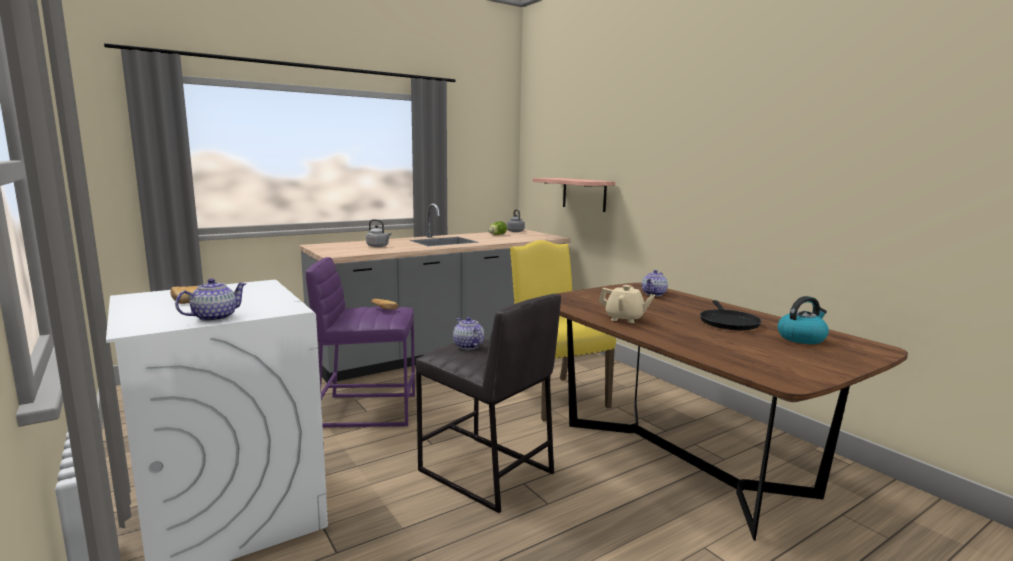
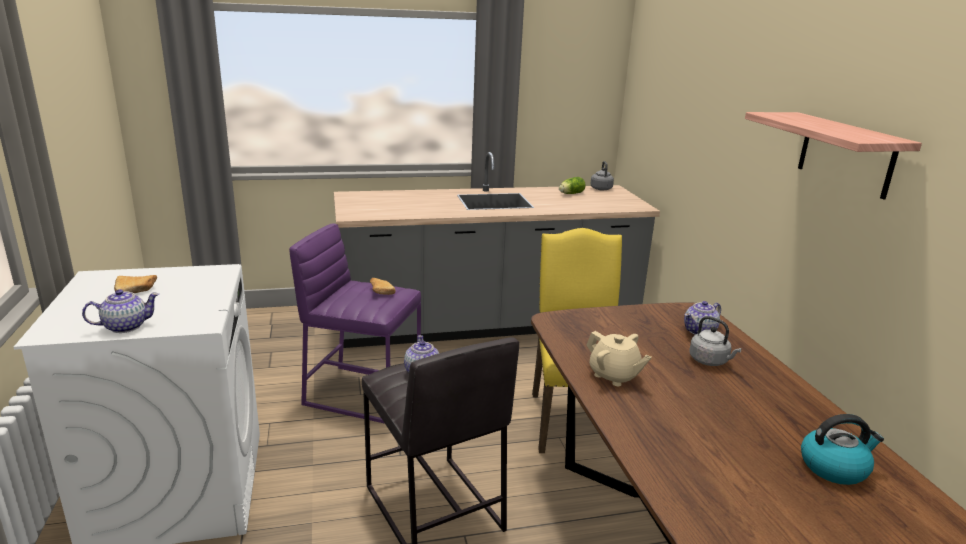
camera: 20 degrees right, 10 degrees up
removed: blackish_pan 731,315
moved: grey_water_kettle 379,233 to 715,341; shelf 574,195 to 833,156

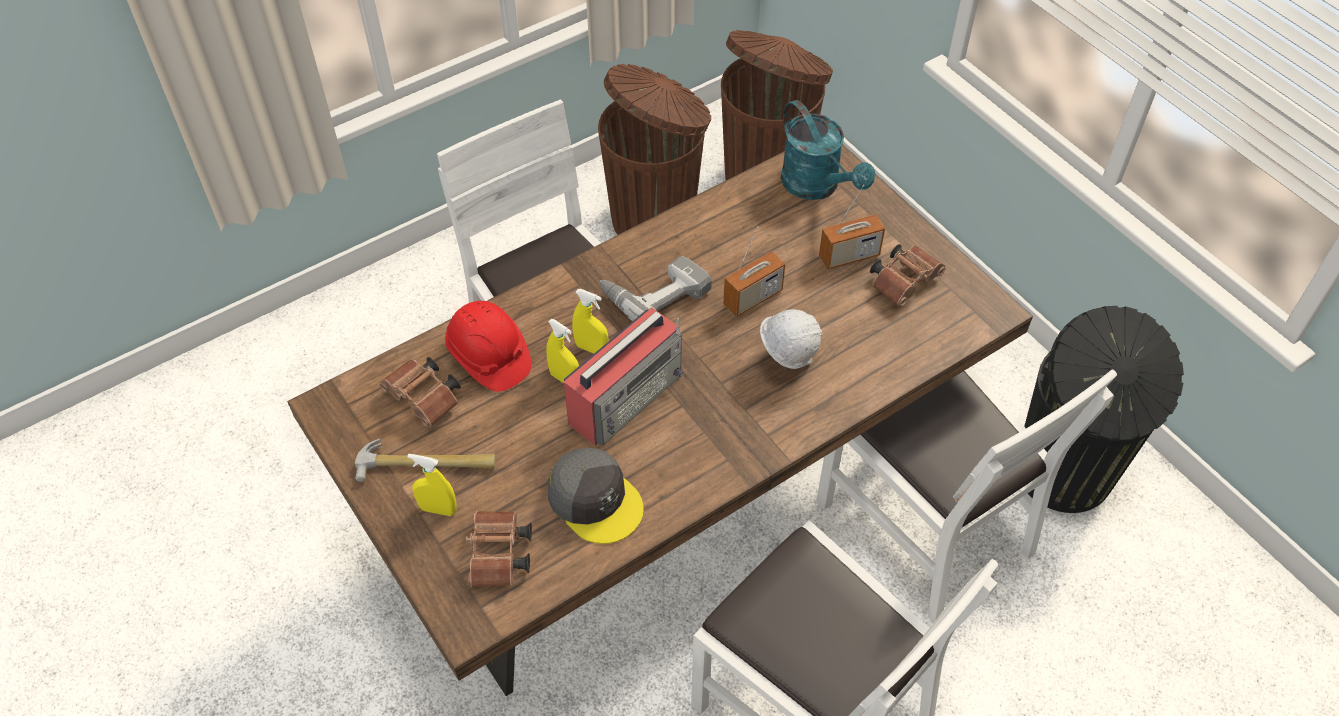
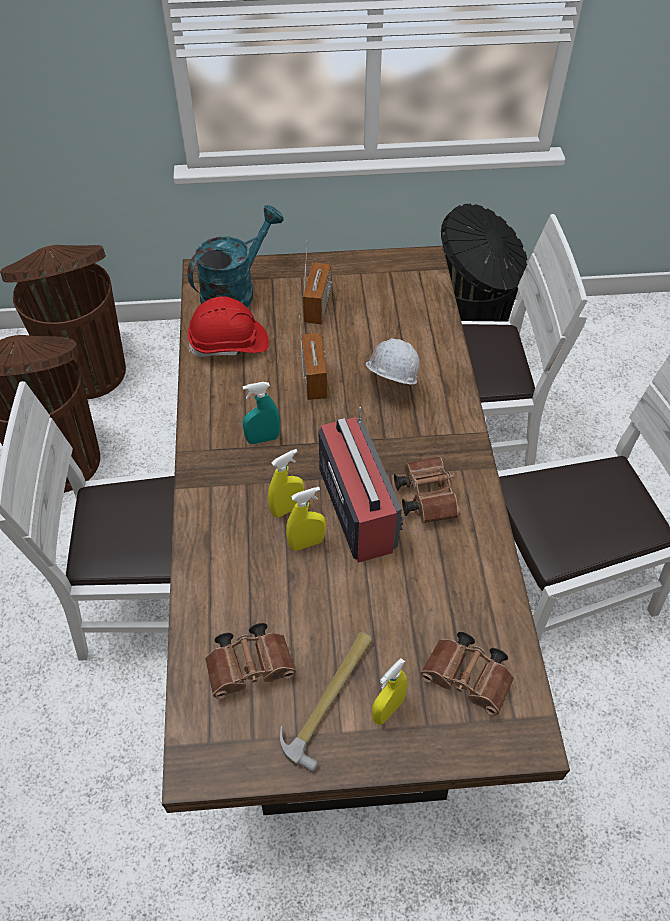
camera: 60 degrees left, 0 degrees up
removed: grey_peaked_cap 596,496
moved: reddish_safety_helmet 488,346 to 228,327; brownish_pair_of_binoculars 908,275 to 427,490
replaced: electric_drill 655,288 to blue-green_spray_bottle 261,413
turned: blue-green_watering_can 828,150 = 235,256 45 degrees counterclockwise

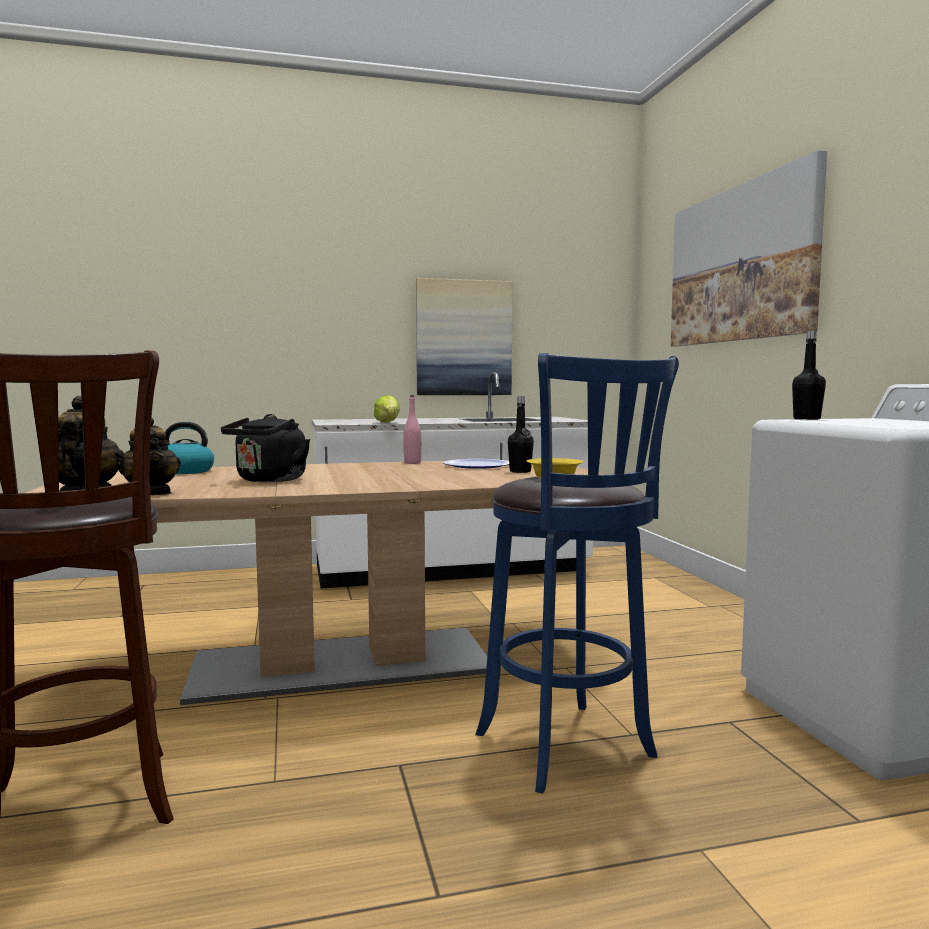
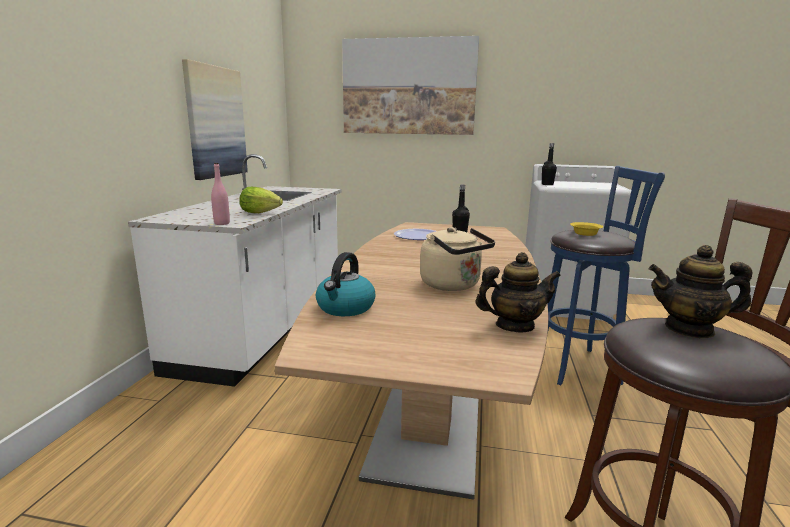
camera: 65 degrees left, 10 degrees up
moved: pink_bottle 412,429 to 220,194
recoloured: blackish_water_kettle 265,448 to beige_water_kettle 457,259

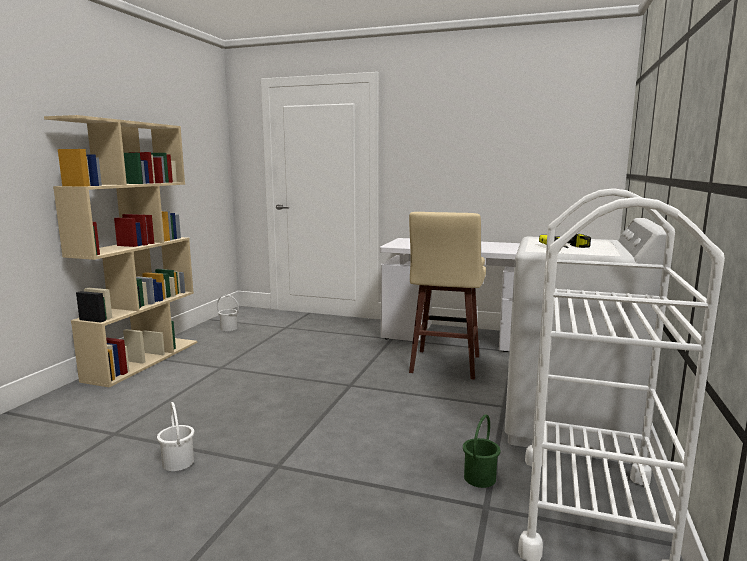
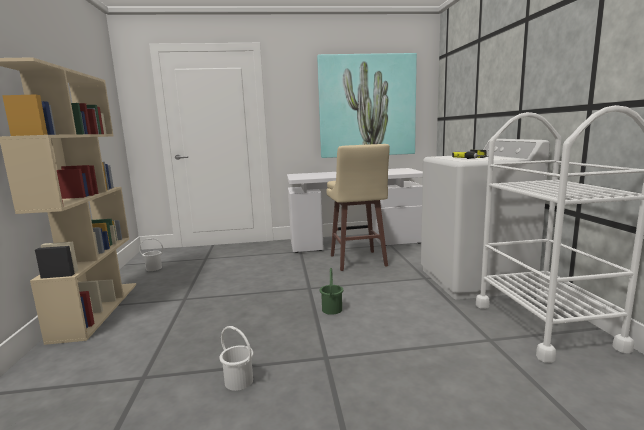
camera: 25 degrees left, 0 degrees up
added: picture 367,105
moved: greenish_bucket 481,451 to 332,291

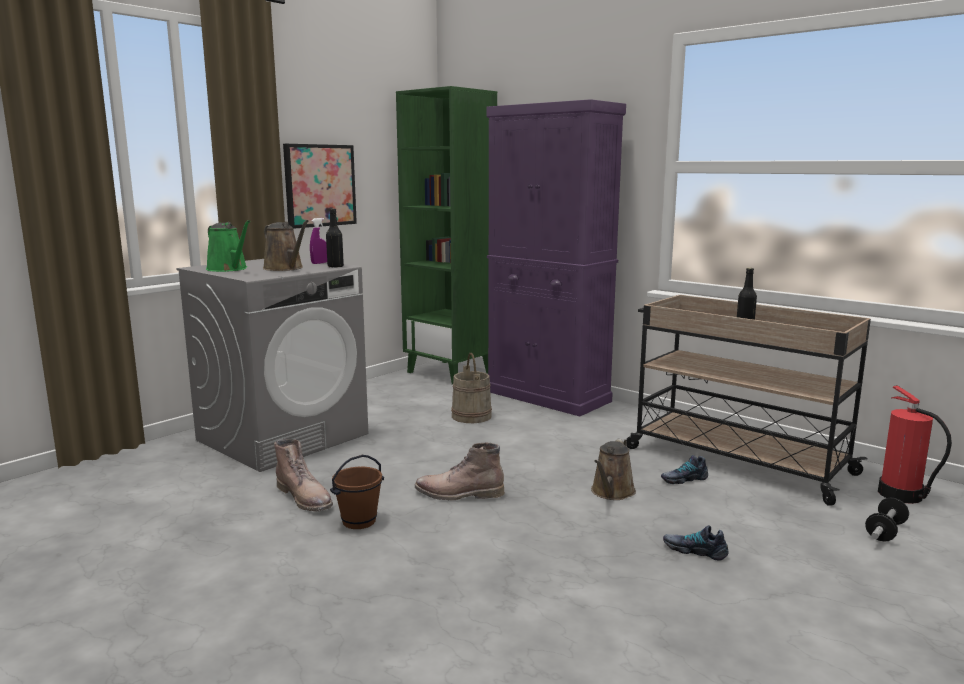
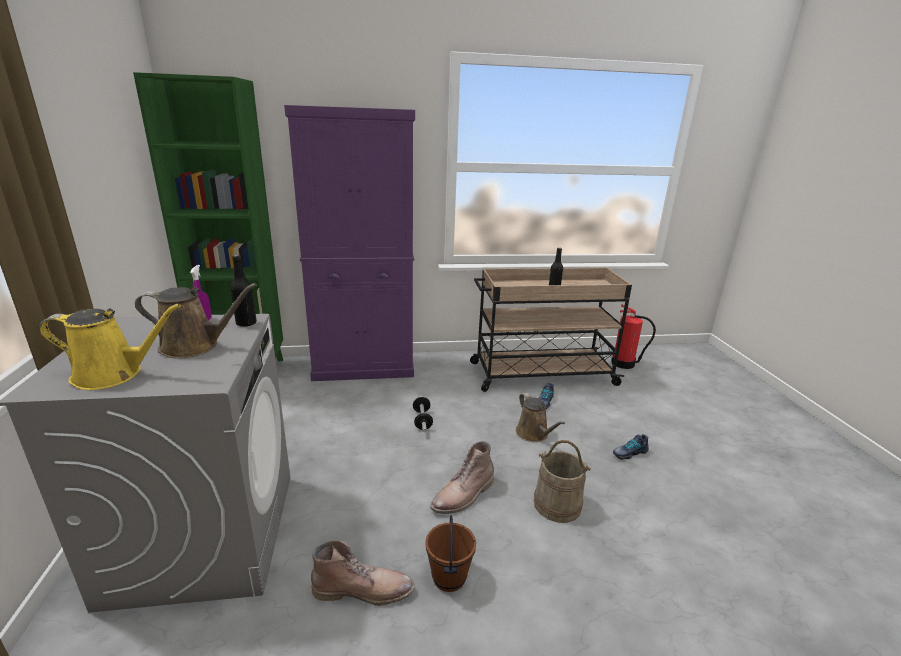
camera: 50 degrees left, 10 degrees up
removed: picture 320,186
moved: dumbbell 887,519 to 423,414; beige_bucket 471,388 to 562,481
recoloured: greenish_watering_can 228,246 to yellowish_watering_can 110,347

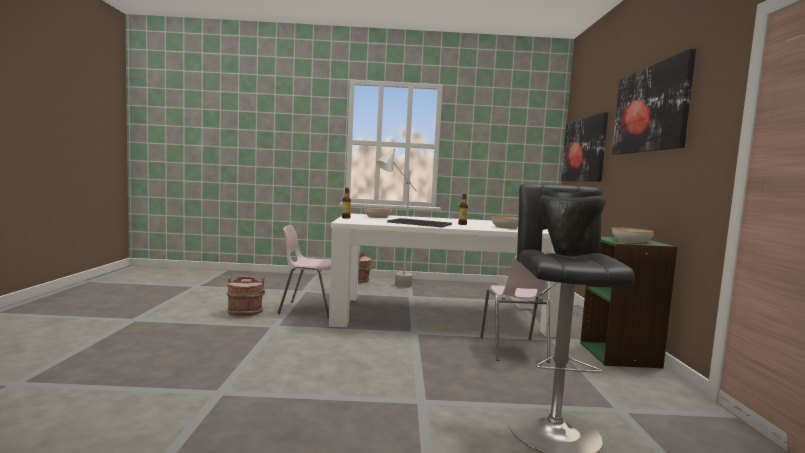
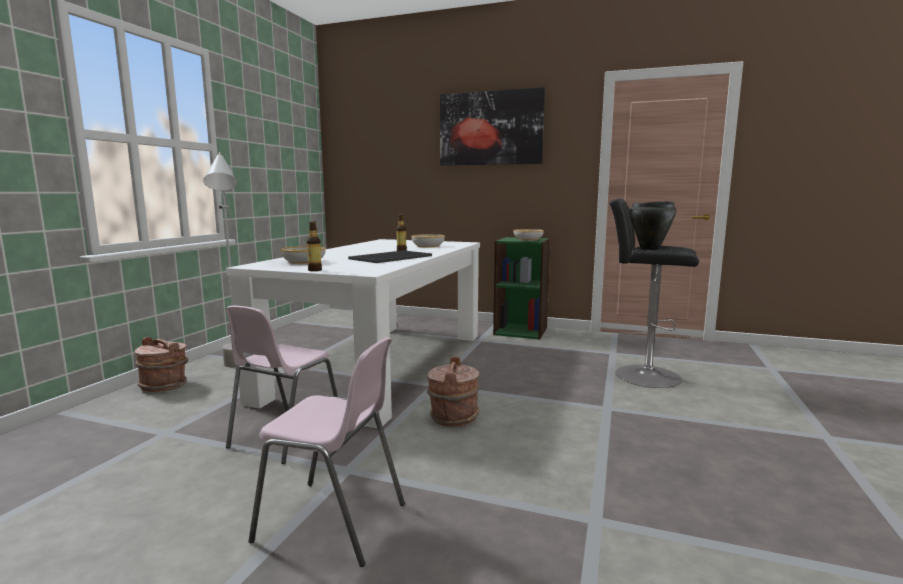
camera: 70 degrees left, 5 degrees up
removed: picture 584,147
moved: pink_upright_chair 515,309 to 327,452; brownish_bucket 246,296 to 453,391

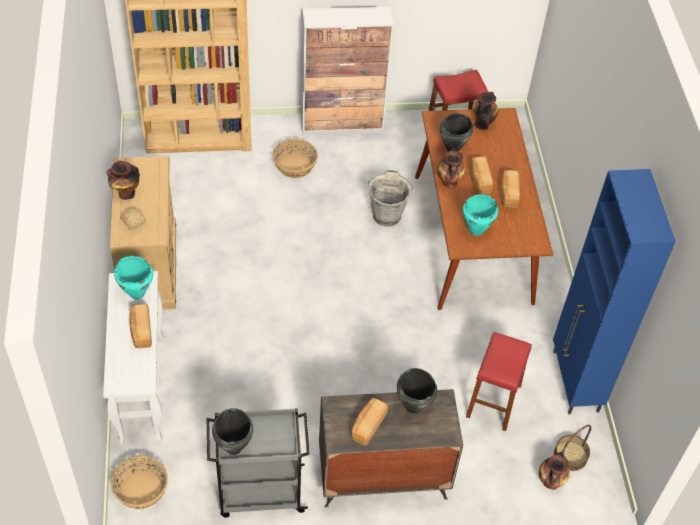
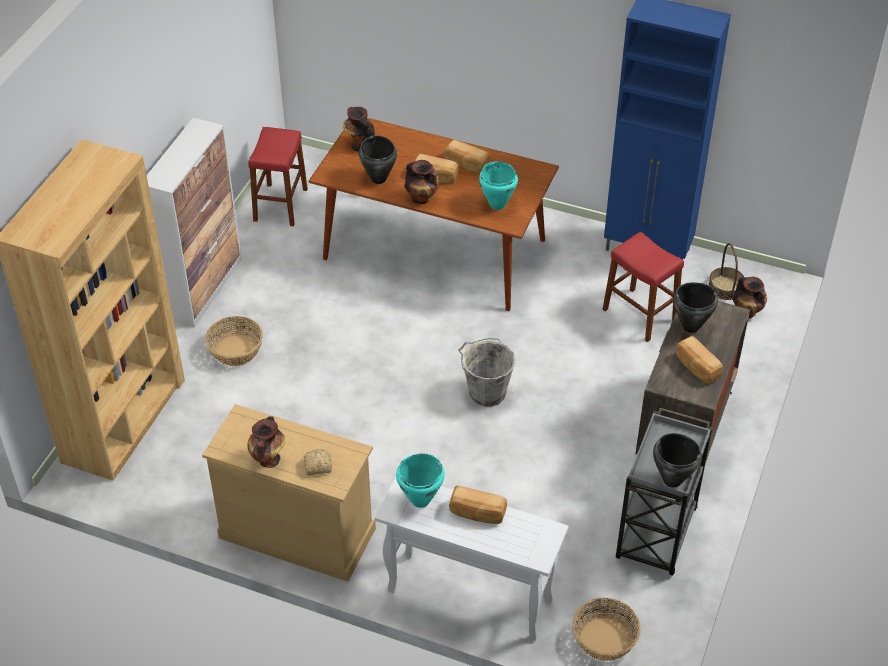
camera: 60 degrees left, 5 degrees down
moved: grey_bucket 390,198 to 487,372

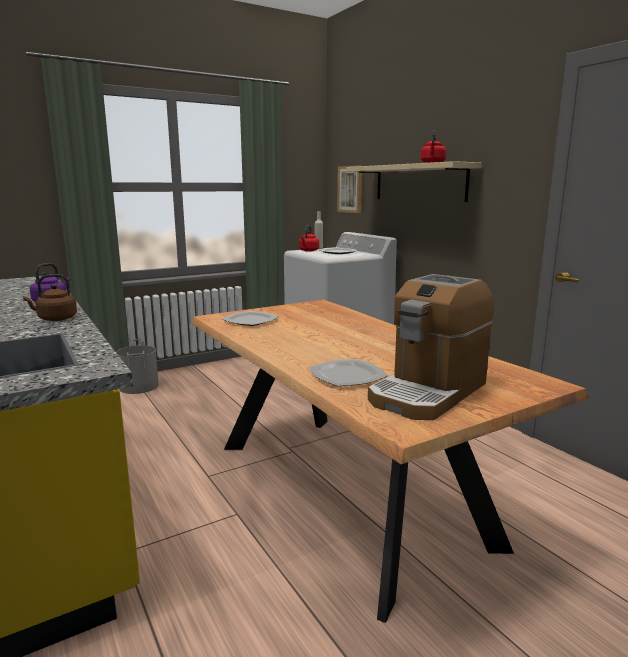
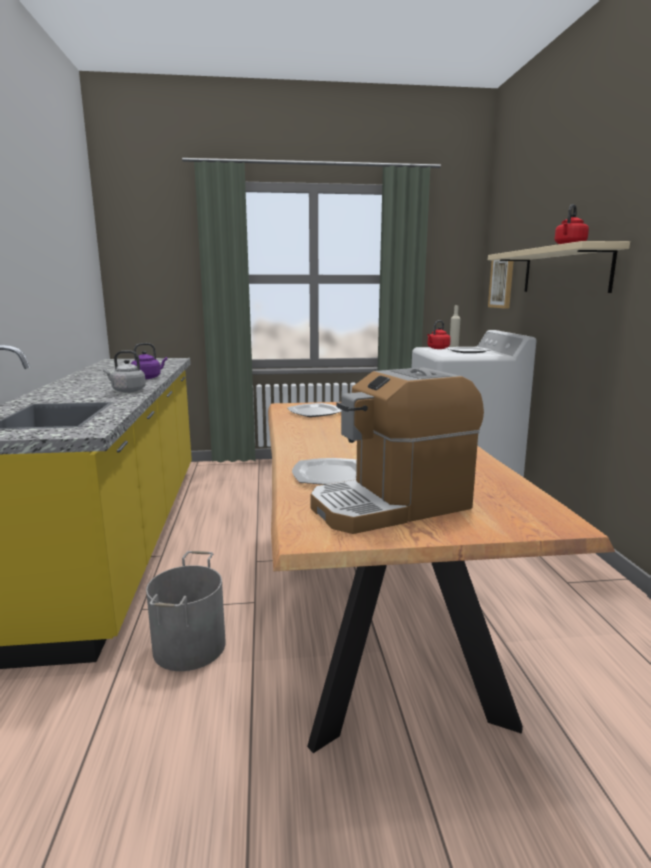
camera: 25 degrees right, 0 degrees up
moved: grey_bucket 137,366 to 186,611
recoloured: brownish_water_kettle 50,297 to grey_water_kettle 124,371

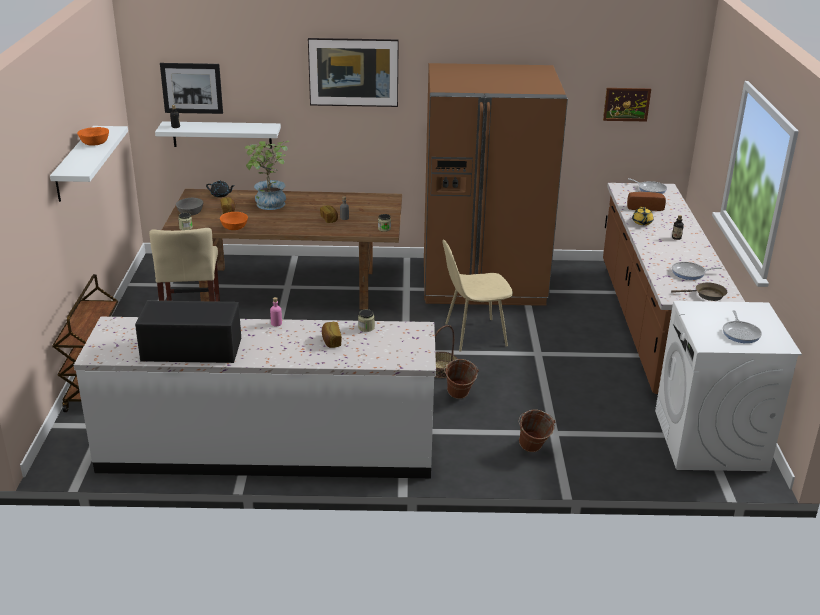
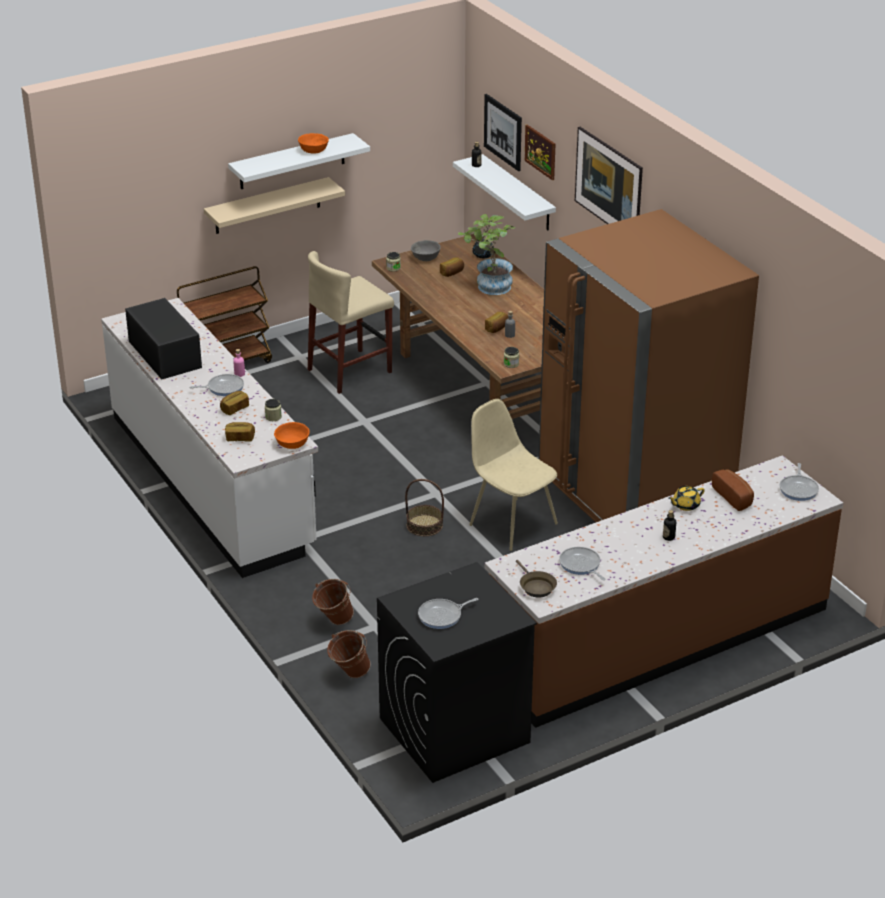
camera: 60 degrees right, 5 degrees up
added: pan 216,385; beige_shelf 274,205; bread 240,432
moved: orange_deep_dish 234,221 to 292,435; brownish_bucket 461,379 to 349,654; picture 627,104 to 540,152
recoloured: white_laundry_appliance 728,386 to blackish_laundry_appliance 457,672

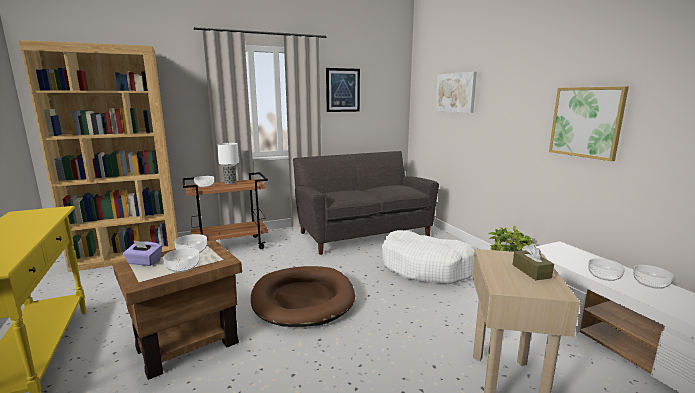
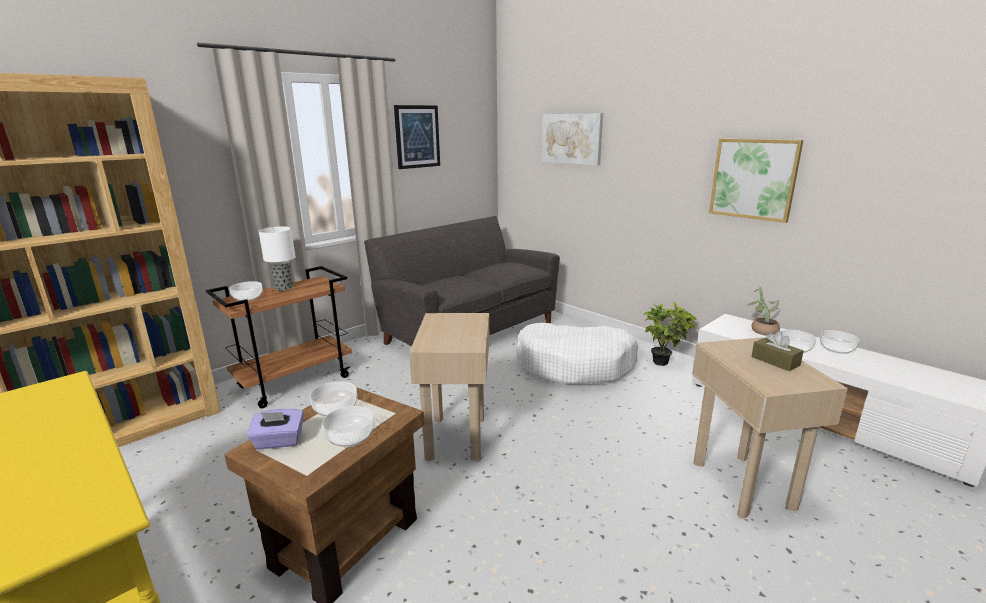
camera: 20 degrees left, 5 degrees up
added: potted_plant 763,311
replaced: brownish_dog_bed 303,296 to beige_accent_table 449,387

